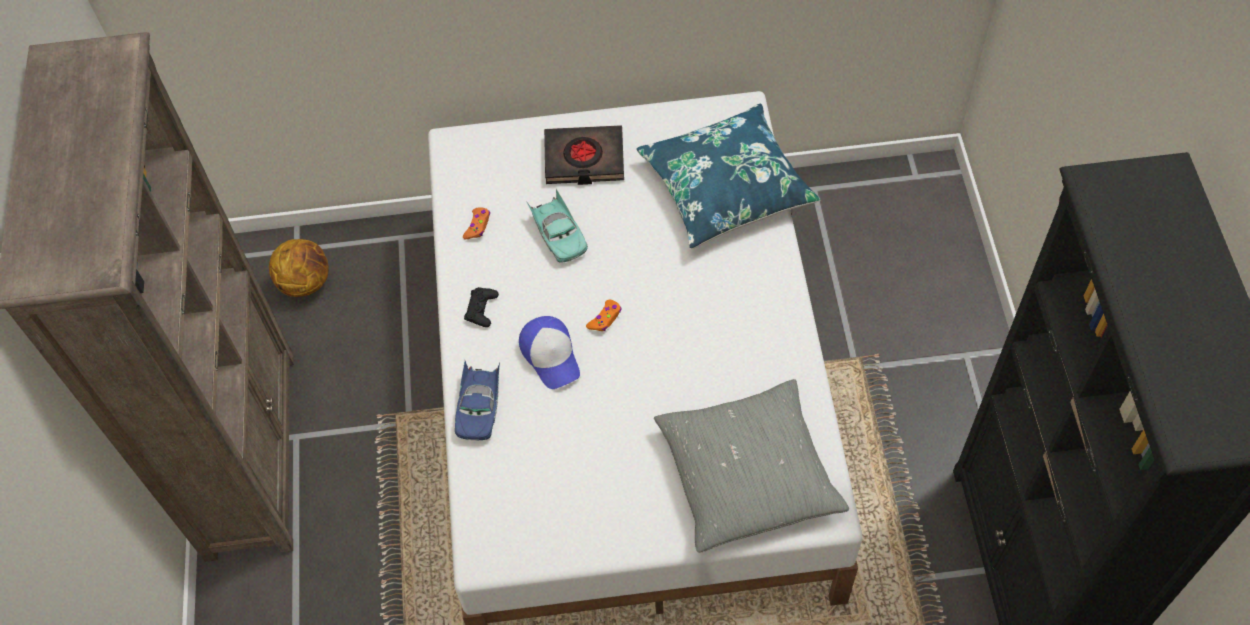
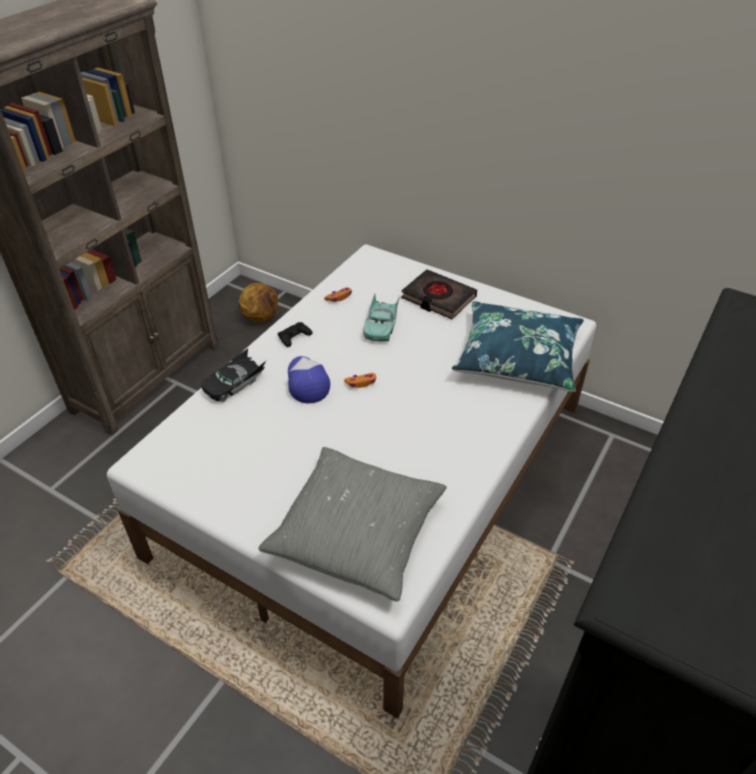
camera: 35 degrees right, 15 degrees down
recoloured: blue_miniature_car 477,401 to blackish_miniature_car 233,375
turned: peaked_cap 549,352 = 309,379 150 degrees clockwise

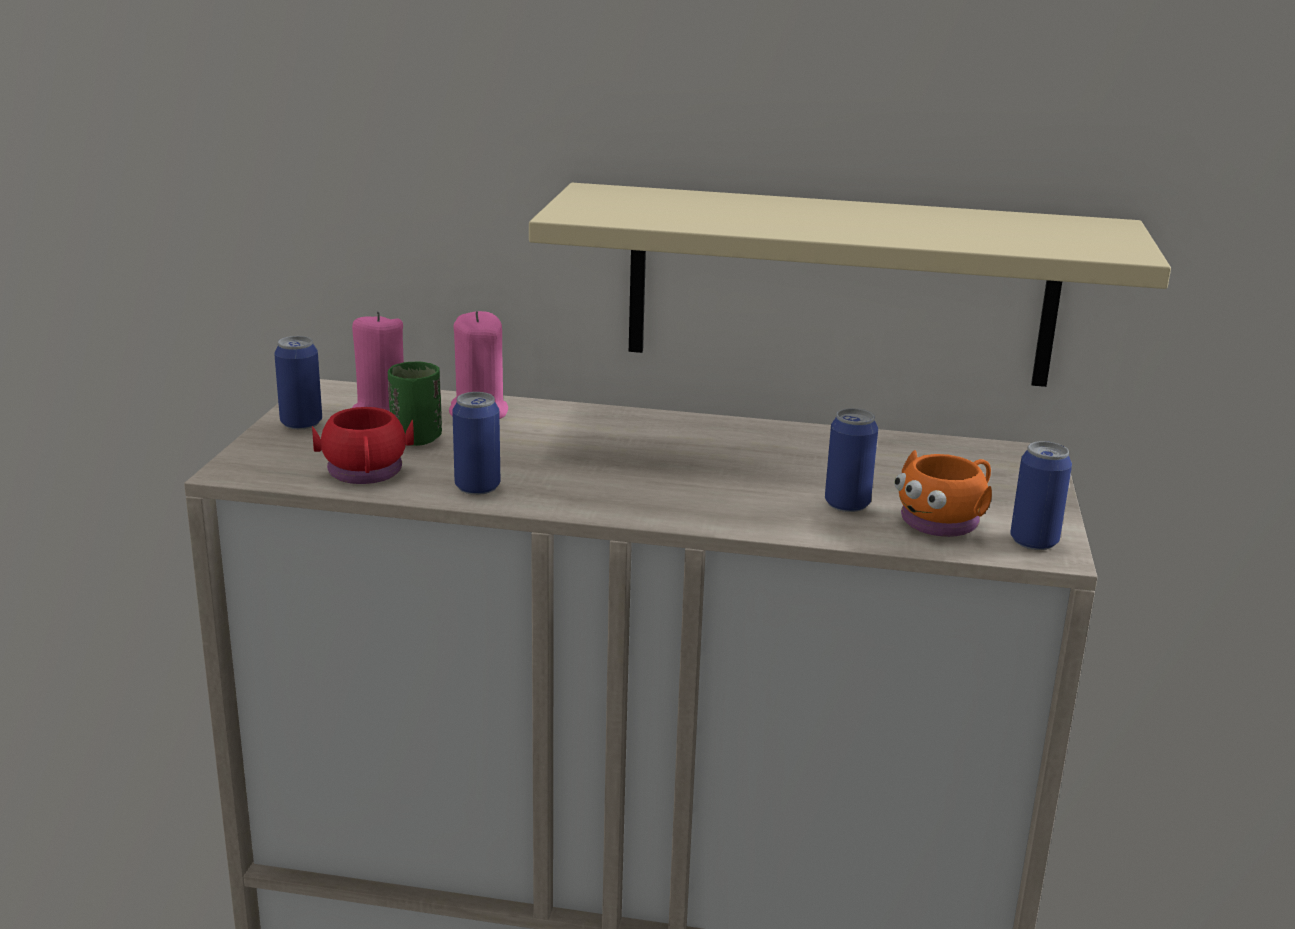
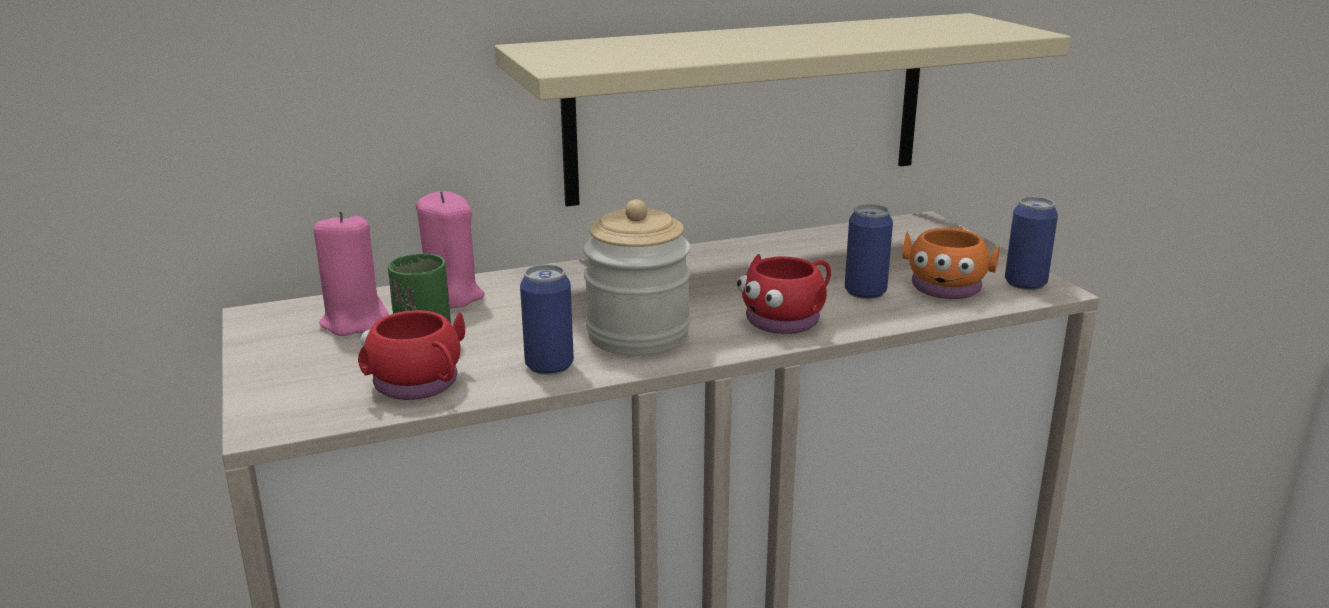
camera: 30 degrees left, 0 degrees up
removed: metal_can 298,382
added: preserve_jar 637,277; reddish_mug 784,294

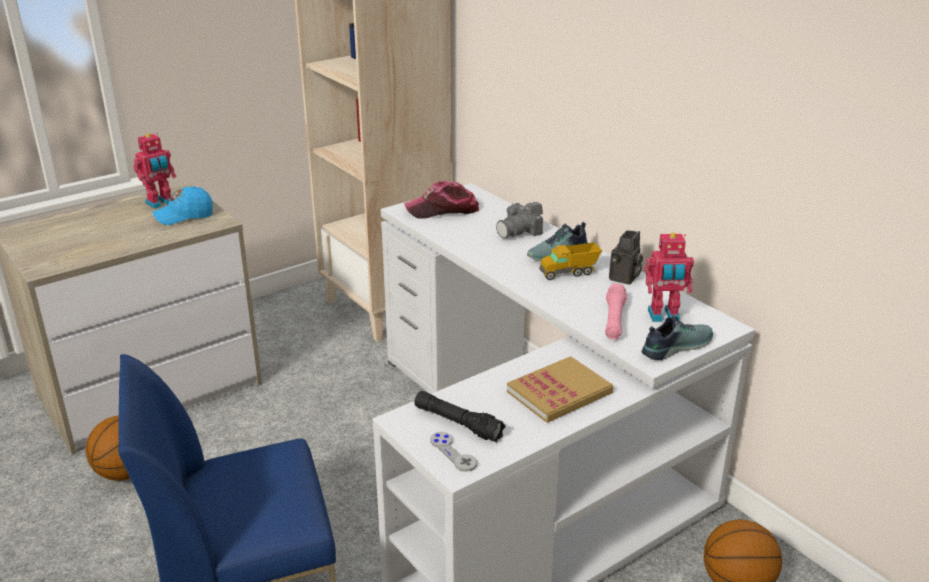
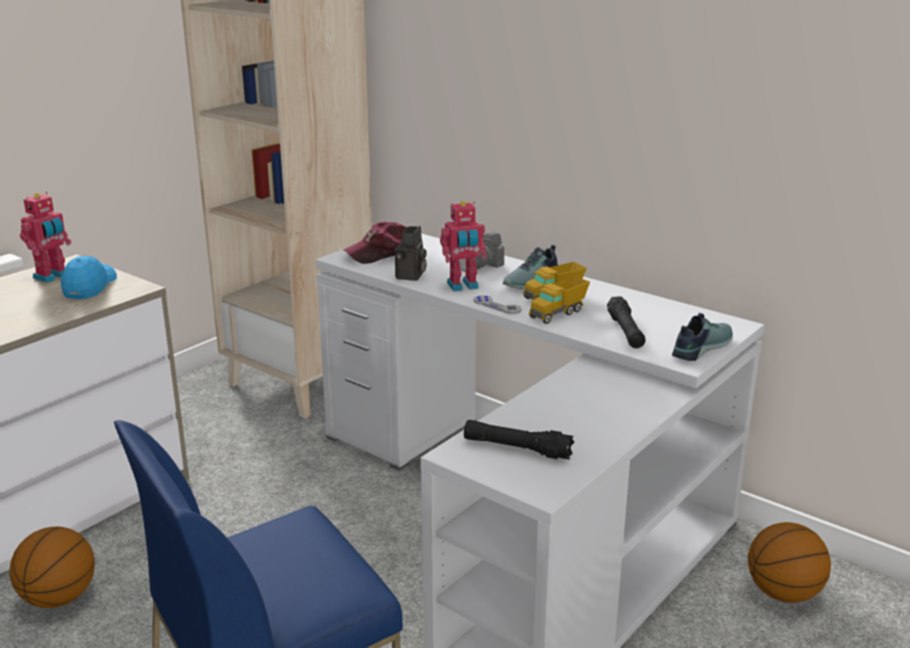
camera: 15 degrees left, 5 degrees down
removed: volume 560,389
added: toy_lorry 559,300
moved: still_camera 626,257 to 411,253; model_robot 669,277 to 463,246; grey_gamepad 453,452 to 497,304
recoloured: pink_hand_torch 616,311 to blackish_hand_torch 626,322
turned: blue_peaked_cap 182,205 = 89,277 135 degrees clockwise

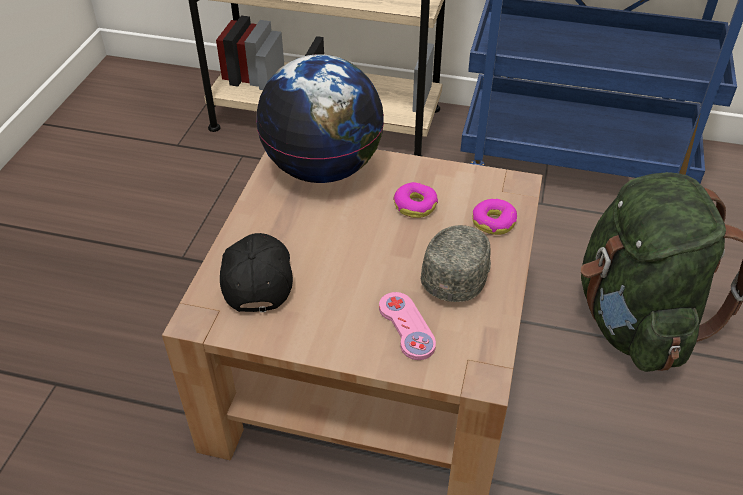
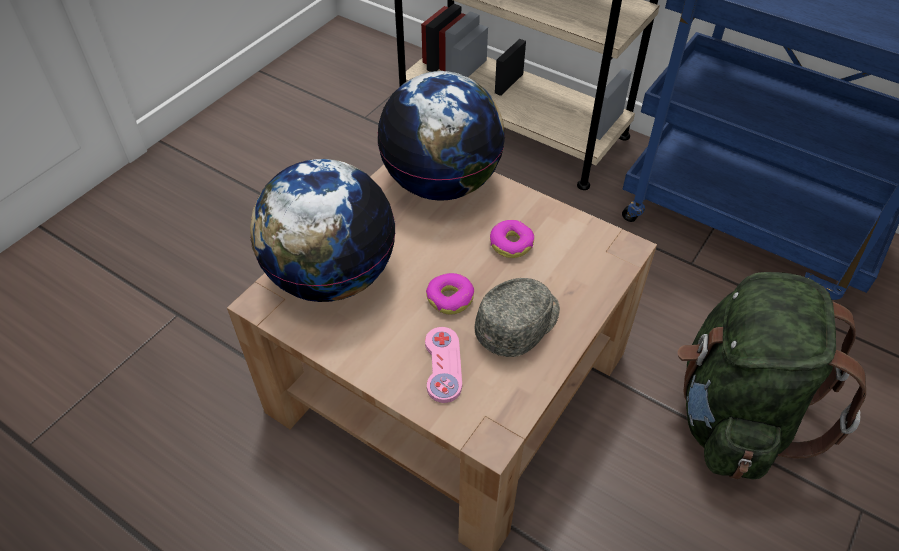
camera: 20 degrees right, 5 degrees up
moved: ring_doughnut 494,217 to 450,294
replaced: blackish_peaked_cap 256,272 to desk_globe 322,230

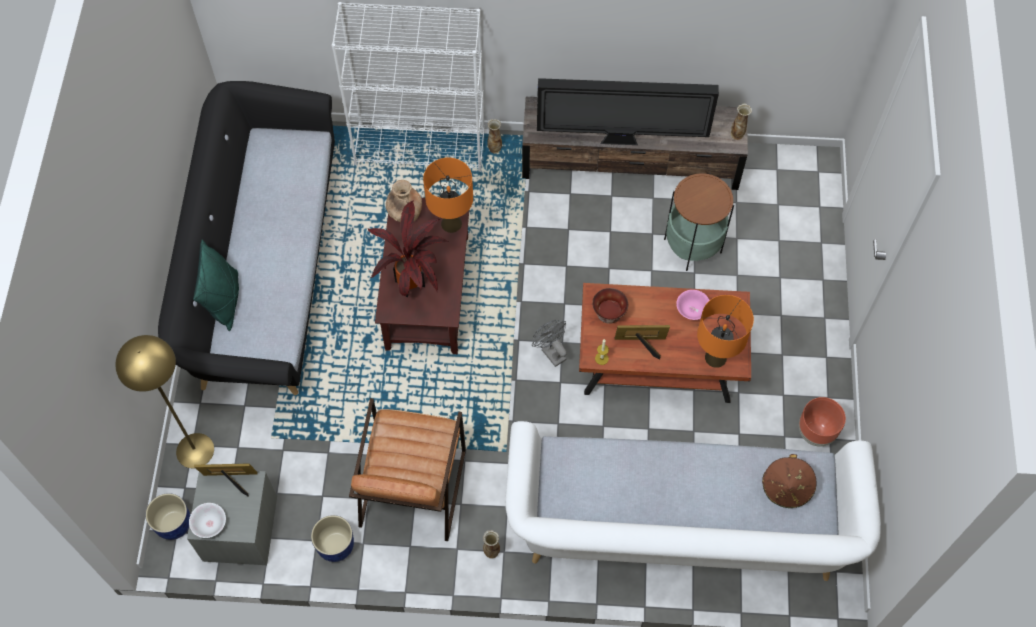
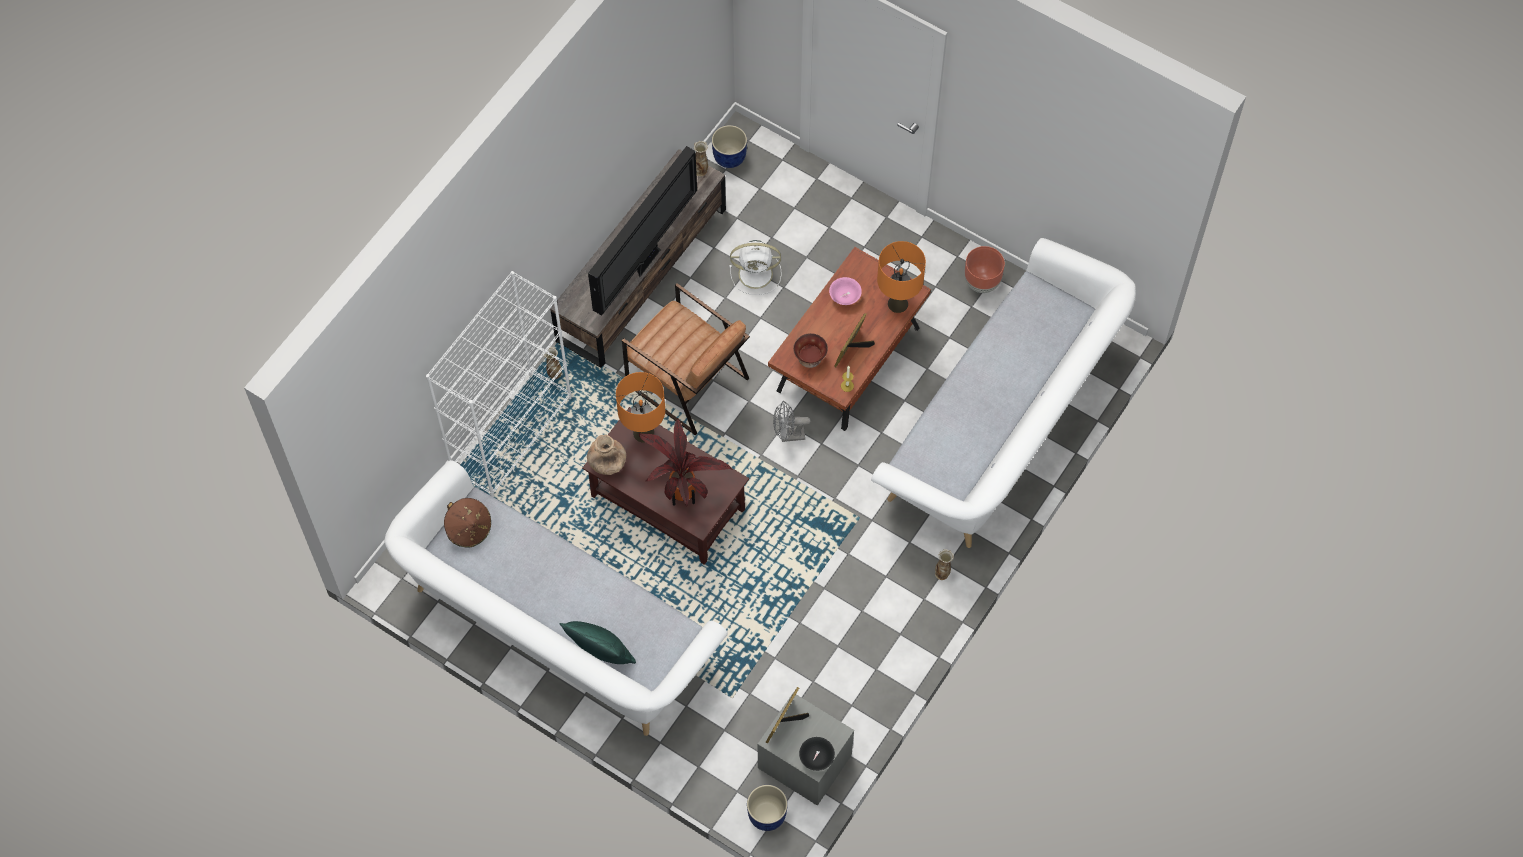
camera: 60 degrees left, 0 degrees up
removed: yellowish_standard_lamp 164,401
moved: brownish_wearable_hat 789,481 to 467,523; brownish_easy_chair 407,469 to 686,359; blue_planter 332,538 to 729,146
replaced: accent_table 699,222 to white_fan 755,267
recoloured: blackish_couch 246,238 to white_couch 556,598; white_deep_dish 207,520 to blackish_deep_dish 817,754

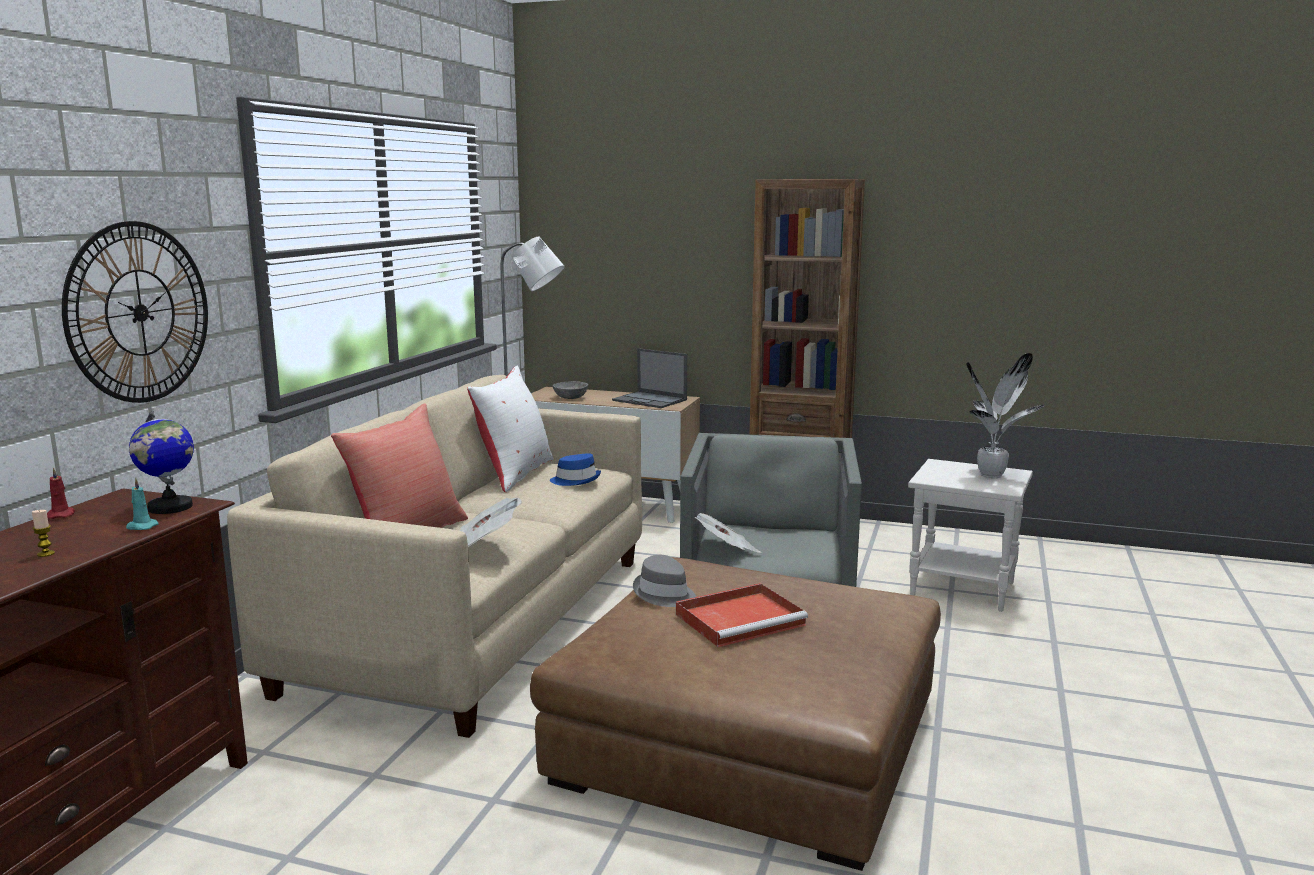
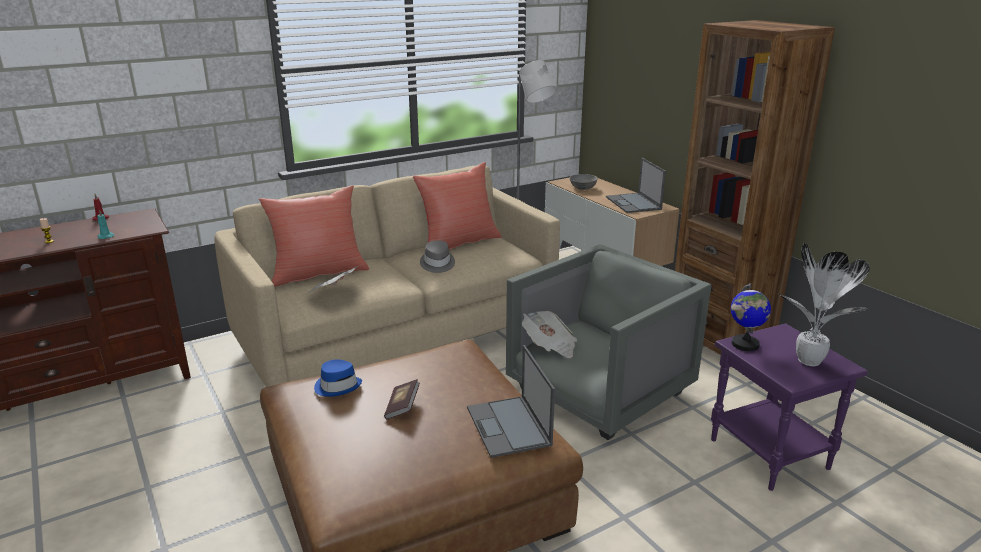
camera: 40 degrees right, 10 degrees up
removed: clock_on_the_wall 135,312
added: portable_computer 511,401
moved: blue_wearable_hat 575,469 to 338,378; grey_wearable_hat 664,581 to 437,256; desk_globe 161,462 to 751,317
replaced: reddish_carrying_tray 742,615 to volume 402,399
recoloured: white_throw_pillow 510,428 to reddish_throw_pillow 457,205; white_accent_table 970,535 to purple_accent_table 789,407

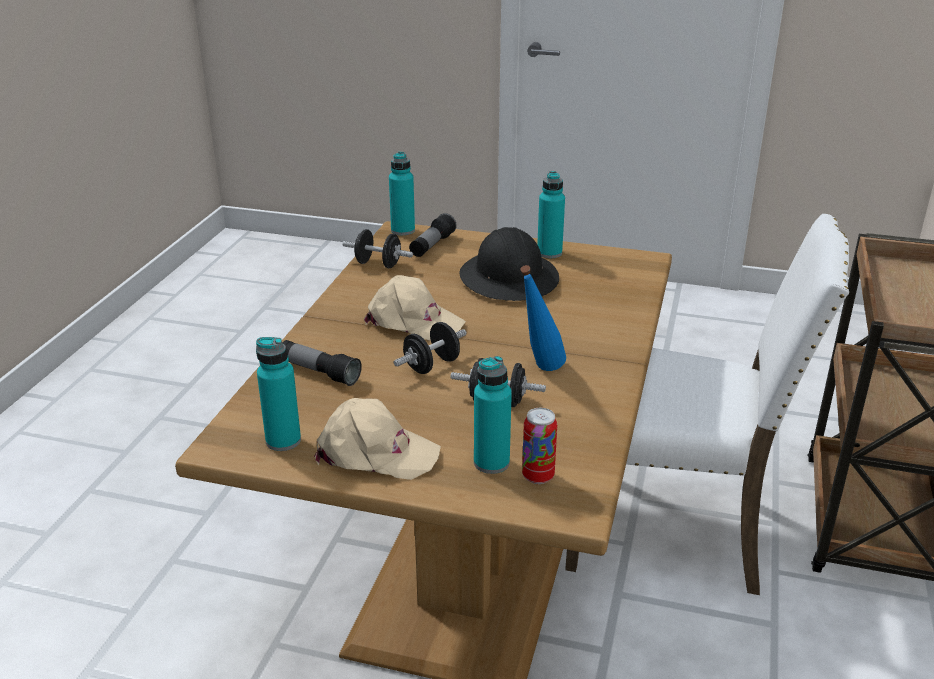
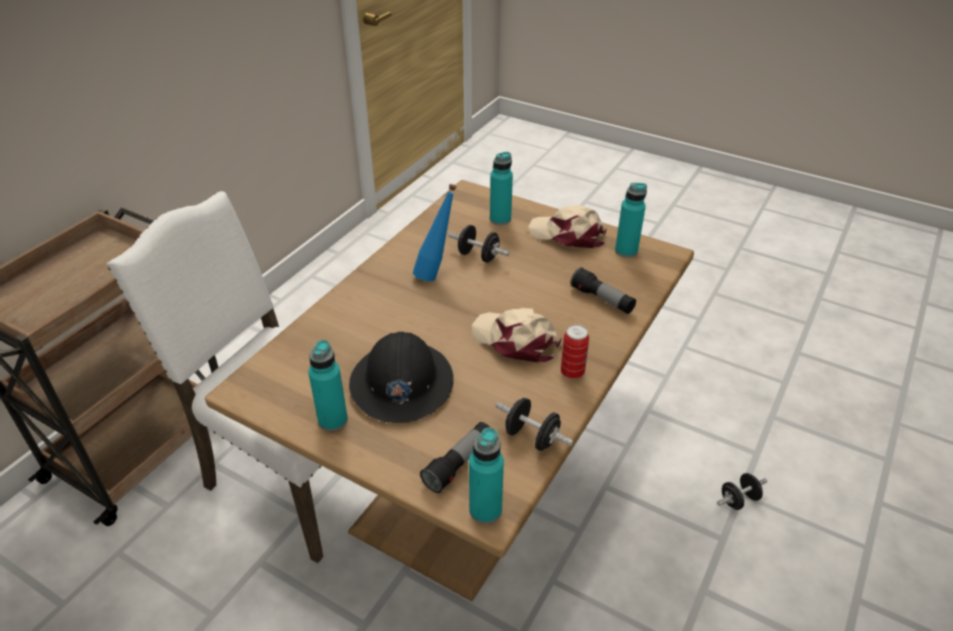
camera: 165 degrees left, 10 degrees up
moved: metal_can 539,446 to 575,351; blackish_dumbbell 430,348 to 742,491

